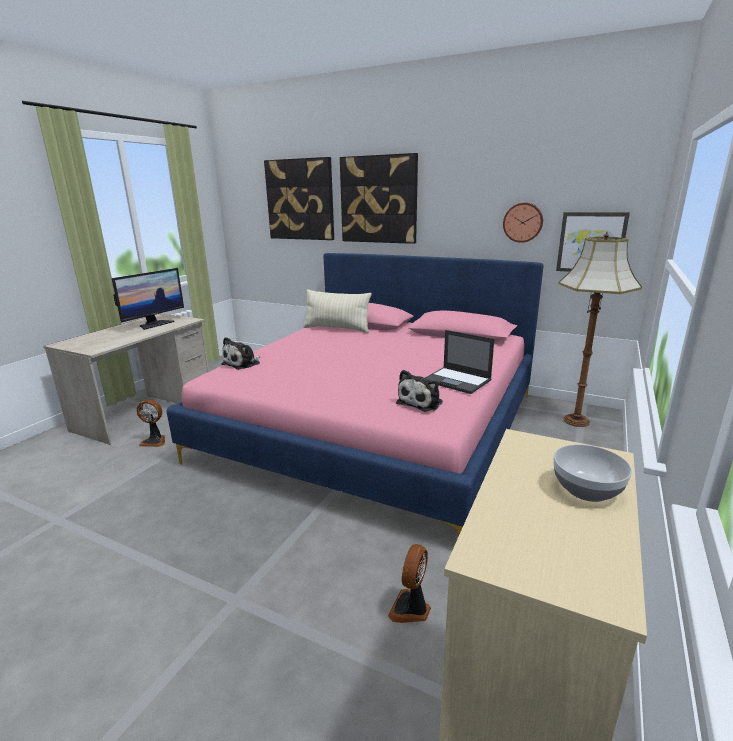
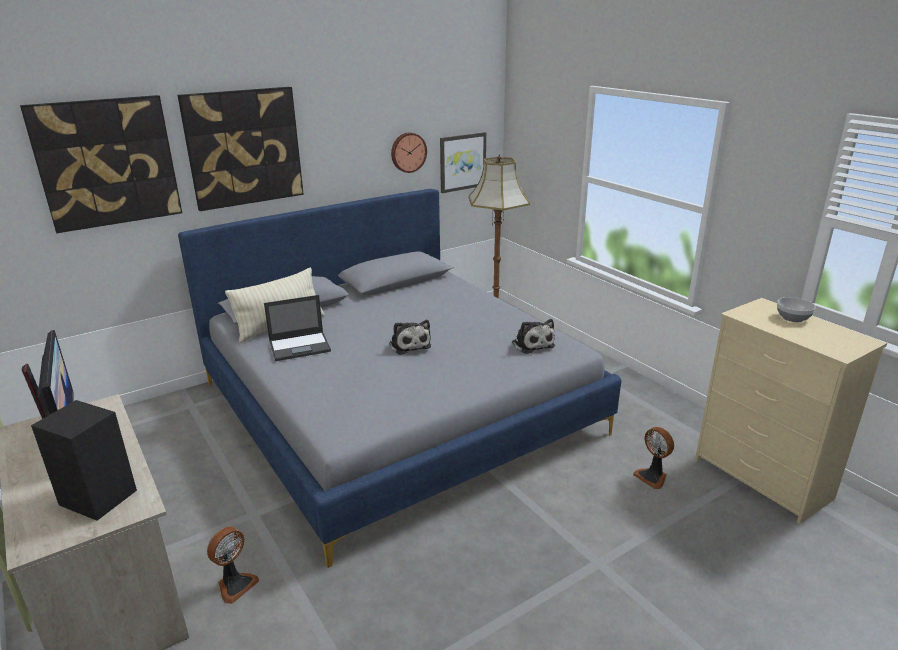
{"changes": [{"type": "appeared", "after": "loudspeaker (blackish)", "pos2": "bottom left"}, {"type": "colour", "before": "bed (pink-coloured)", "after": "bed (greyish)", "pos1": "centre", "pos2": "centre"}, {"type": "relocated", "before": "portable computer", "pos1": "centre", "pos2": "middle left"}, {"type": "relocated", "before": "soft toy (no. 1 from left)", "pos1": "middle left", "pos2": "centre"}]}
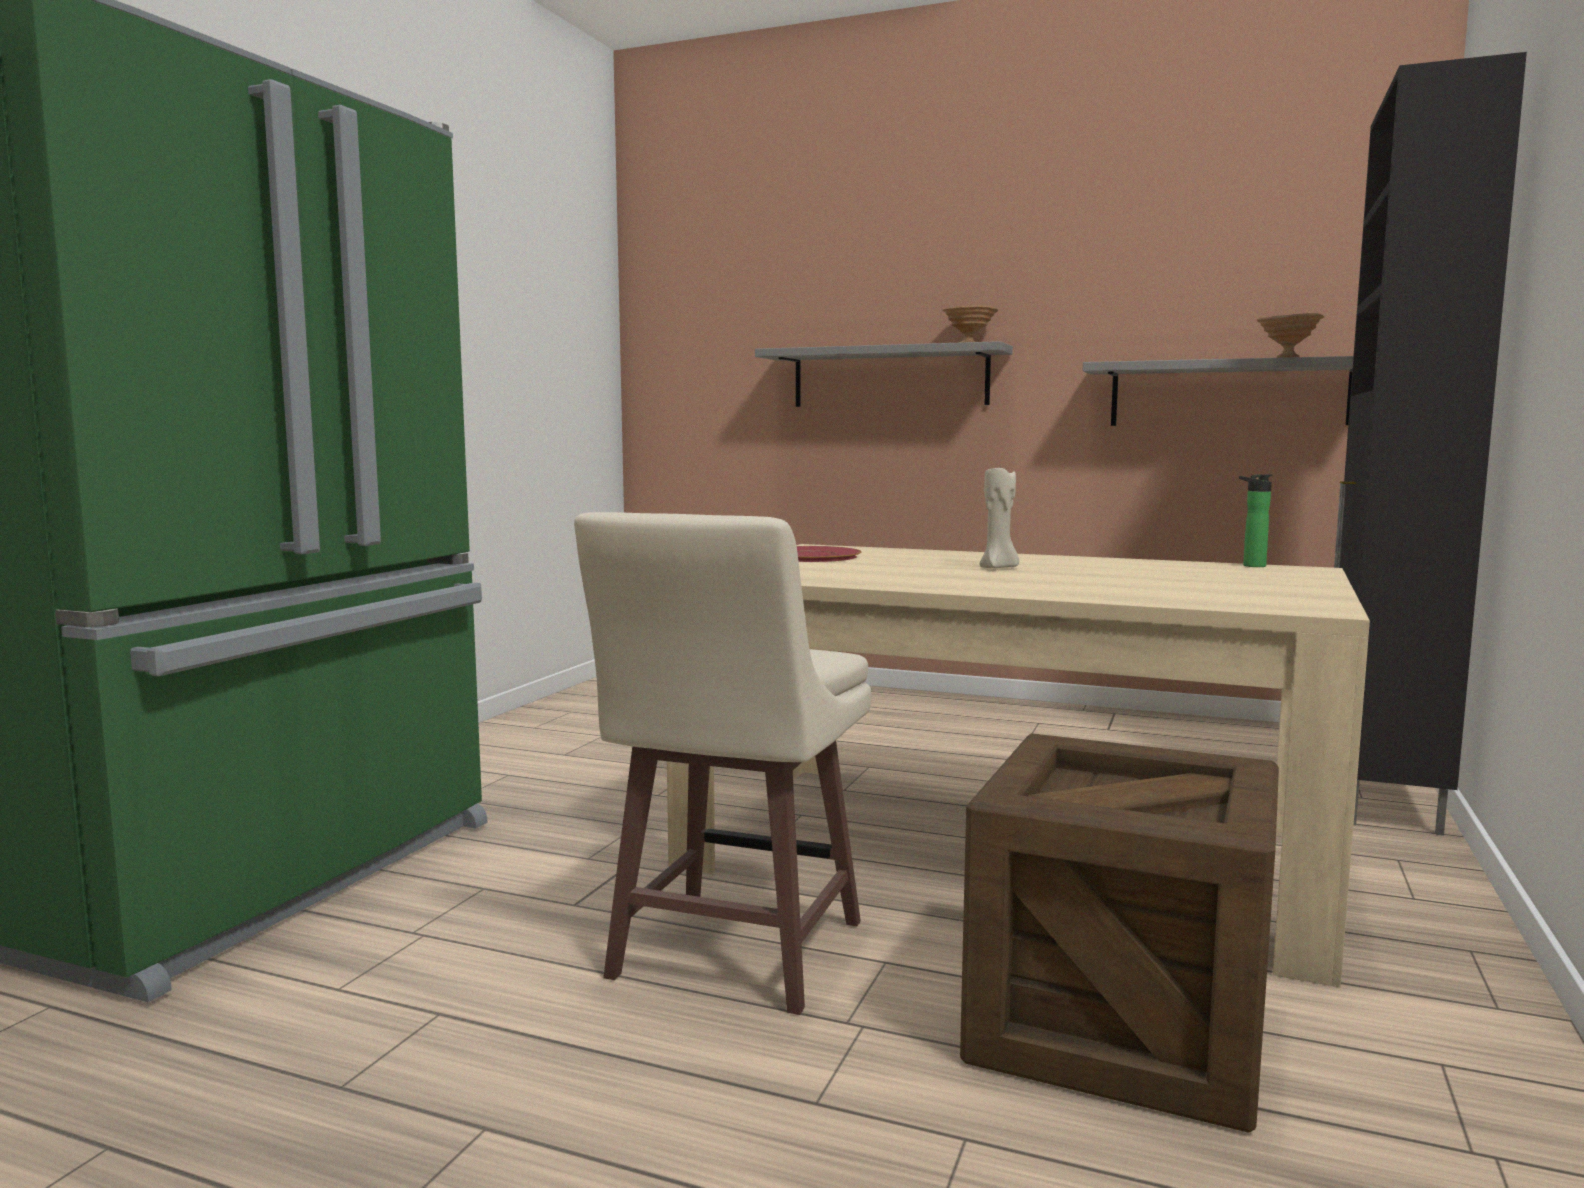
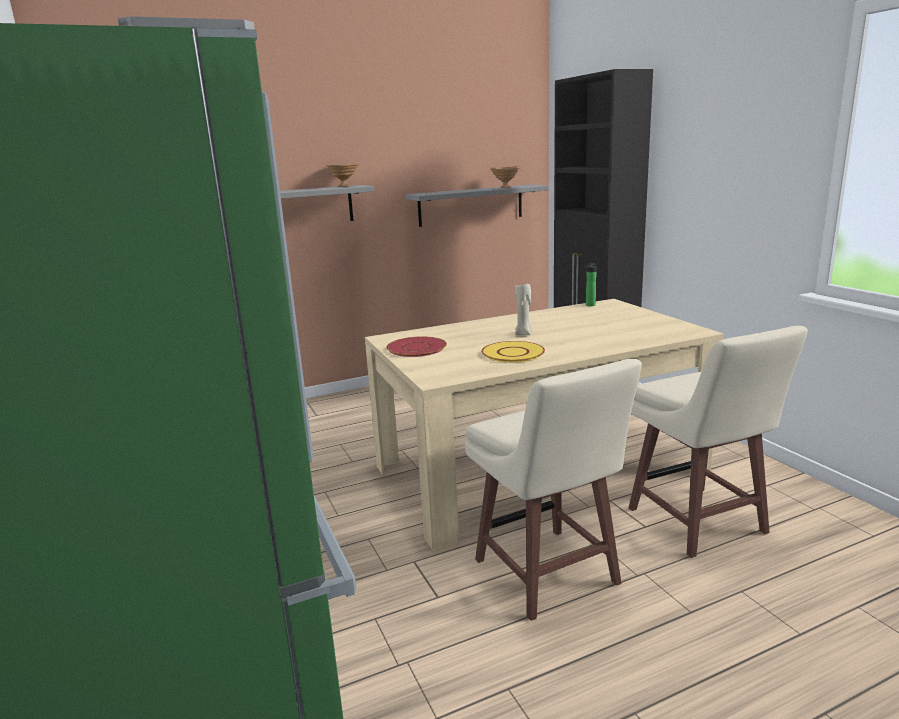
{"changes": [{"type": "appeared", "after": "dinner plate (yellow)", "pos2": "centre"}, {"type": "exchanged", "before": "shipping crate", "after": "sitting stool (sand-coloured) (no. 2 from left)", "pos1": "bottom right", "pos2": "middle right"}]}
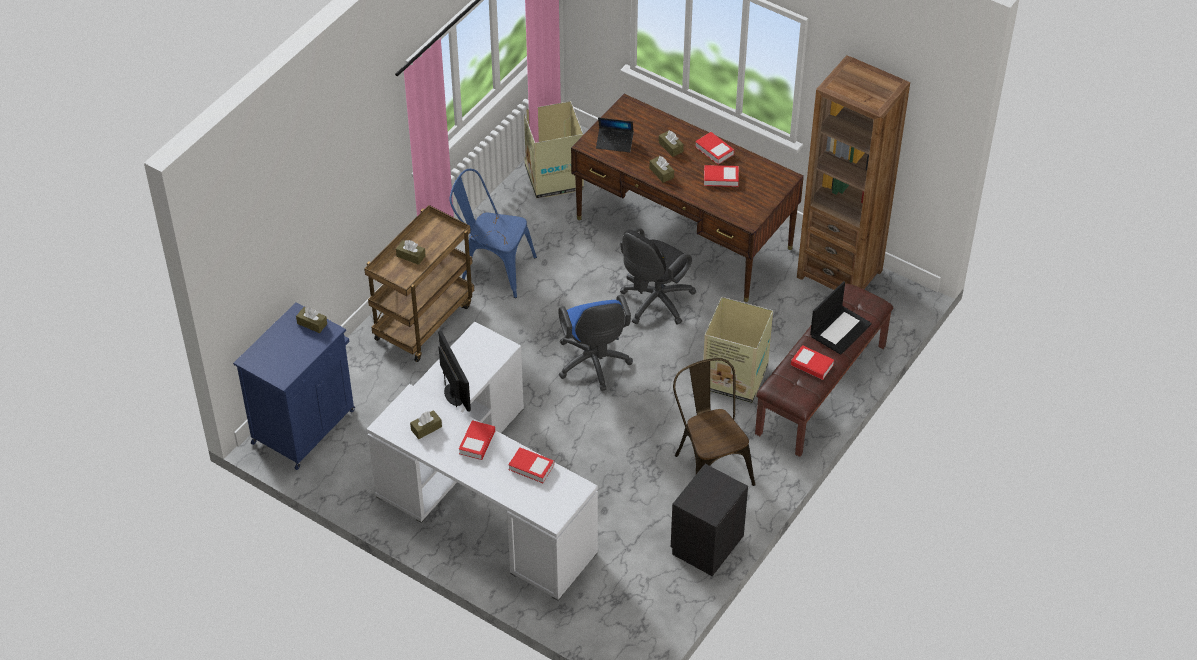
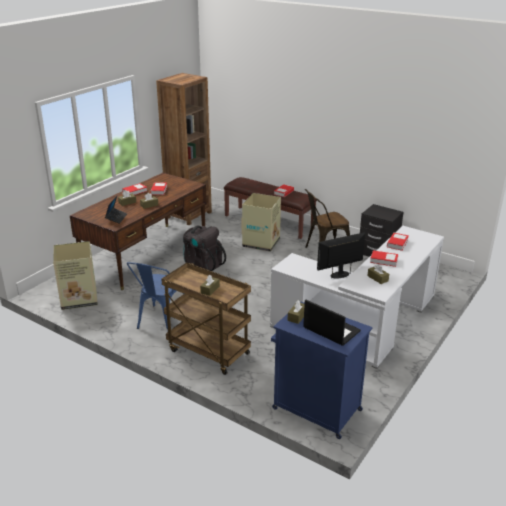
{"changes": [{"type": "exchanged", "before": "desk chair (blackish)", "after": "knapsack (blackish)", "pos1": "centre", "pos2": "centre"}, {"type": "relocated", "before": "portable computer (no. 2 from left)", "pos1": "middle right", "pos2": "centre"}, {"type": "missing", "before": "desk chair (blue-coloured)", "pos1": "centre"}]}
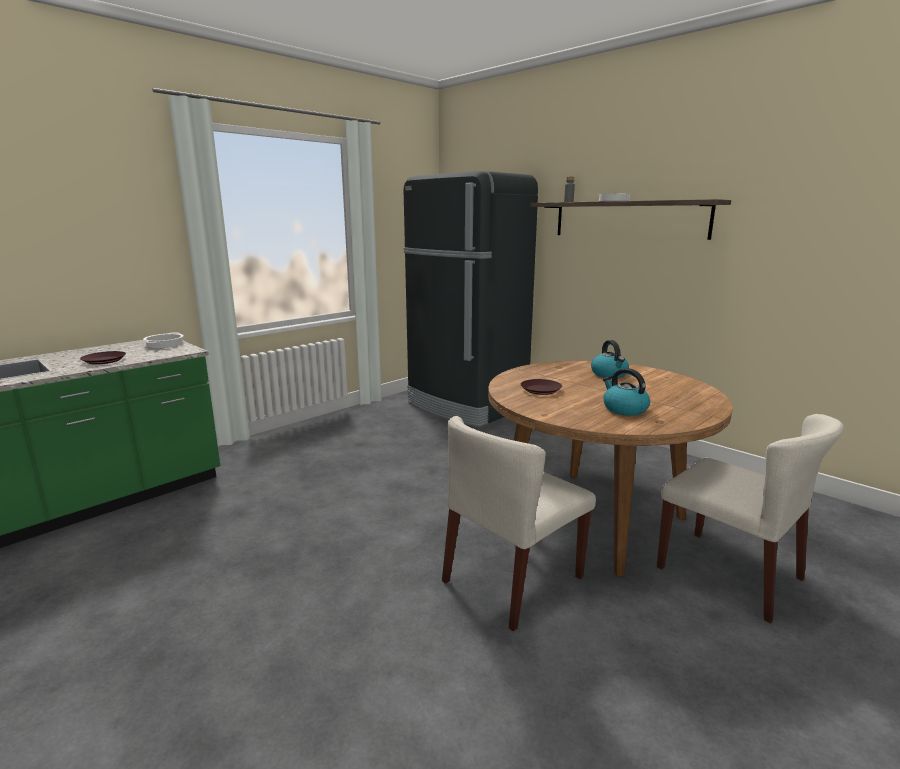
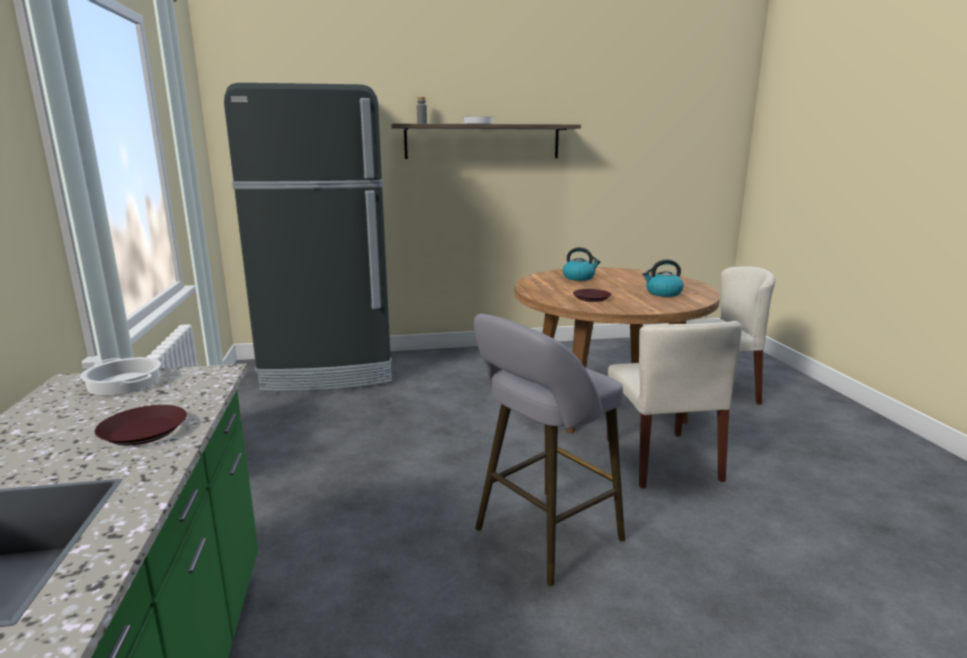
{"changes": [{"type": "appeared", "after": "sitting stool (greyish)", "pos2": "bottom centre"}]}
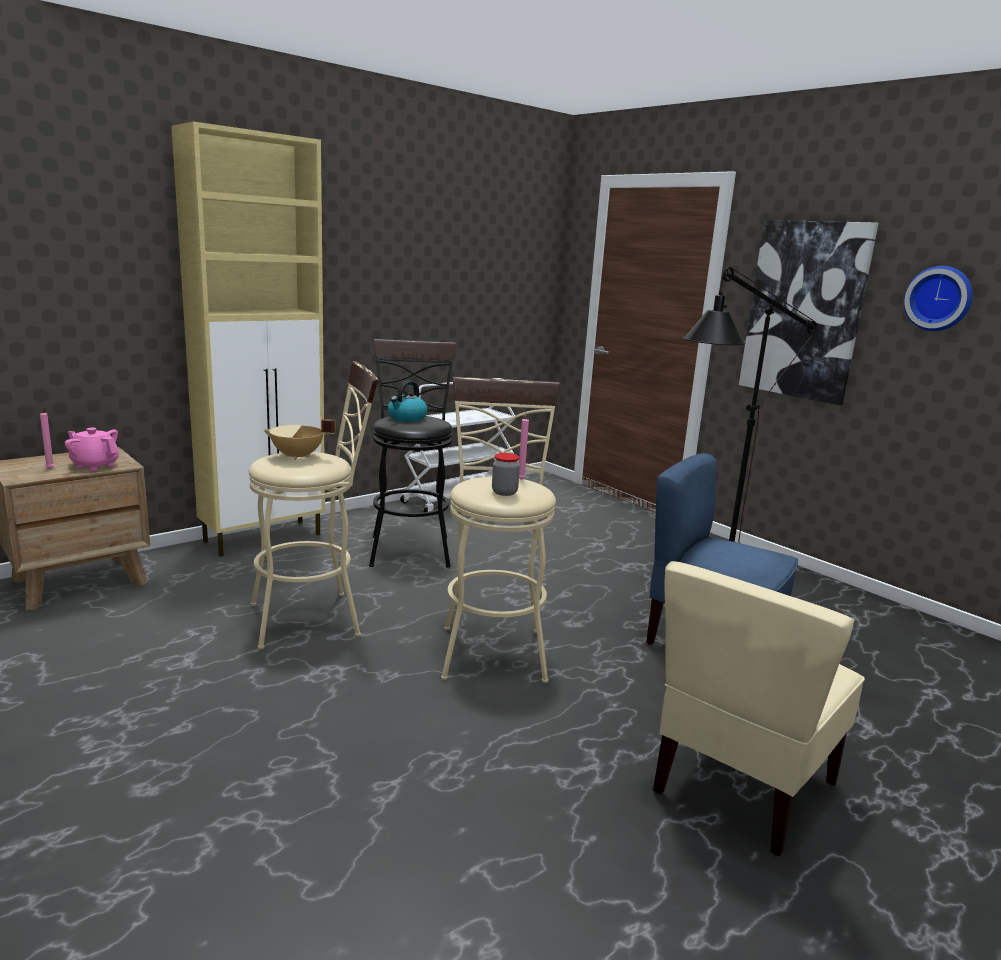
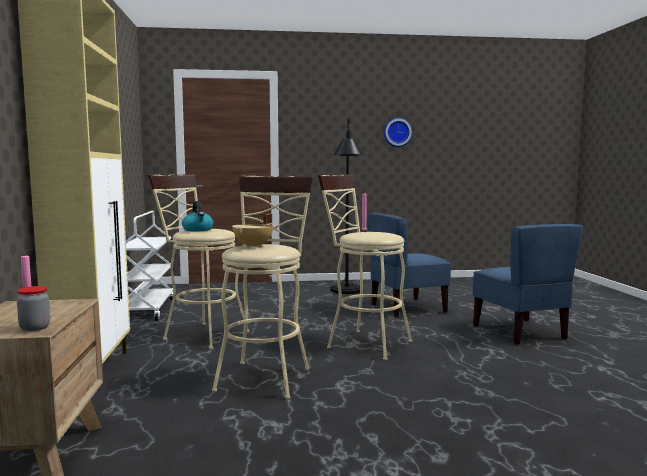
{"changes": [{"type": "relocated", "before": "jar", "pos1": "centre", "pos2": "middle left"}, {"type": "colour", "before": "sitting stool (blackish)", "after": "sitting stool (sand-coloured) (no. 1 from left)", "pos1": "centre", "pos2": "middle left"}, {"type": "colour", "before": "upright chair (sand-coloured)", "after": "upright chair (blue-coloured) (no. 2 from left)", "pos1": "bottom right", "pos2": "middle right"}, {"type": "missing", "before": "teapot (pink-coloured)", "pos1": "middle left"}, {"type": "missing", "before": "wall picture", "pos1": "top right"}]}
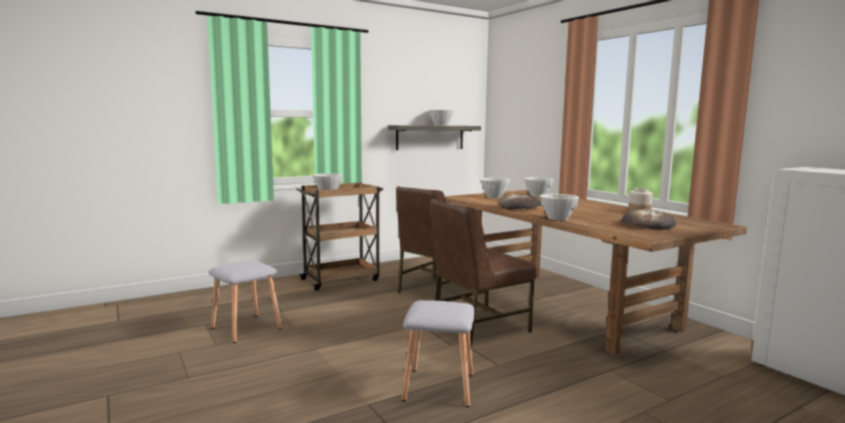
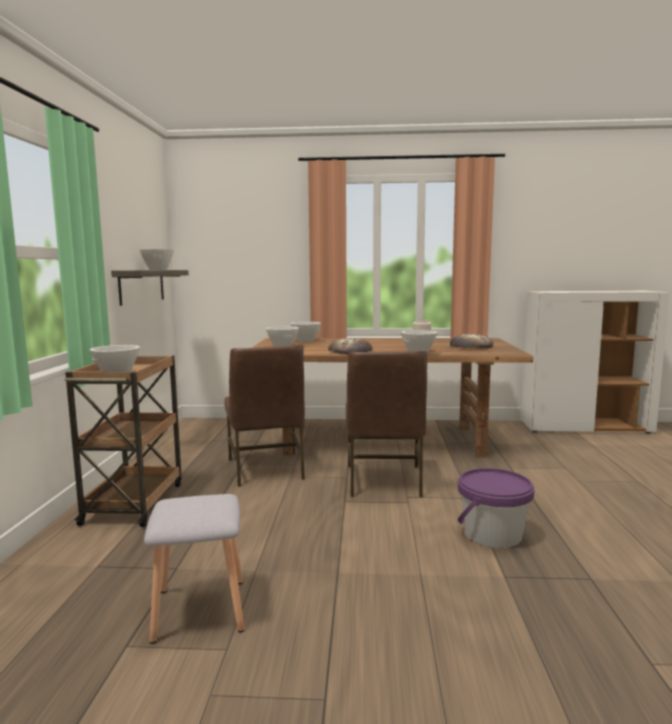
{"changes": [{"type": "exchanged", "before": "sitting stool (greyish) (no. 2 from left)", "after": "water bucket (purple)", "pos1": "bottom centre", "pos2": "bottom right"}]}
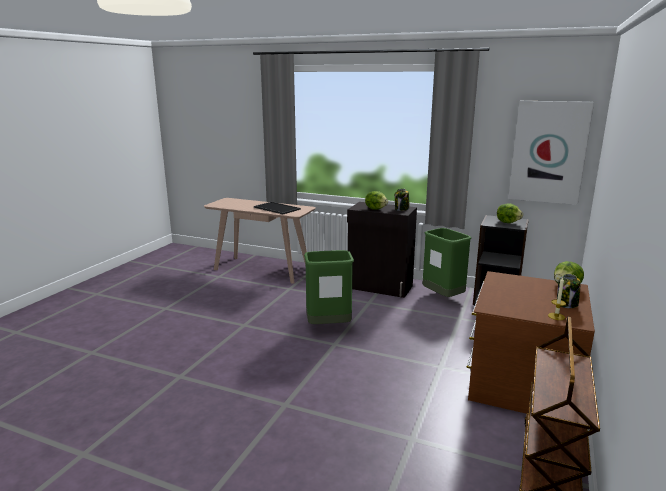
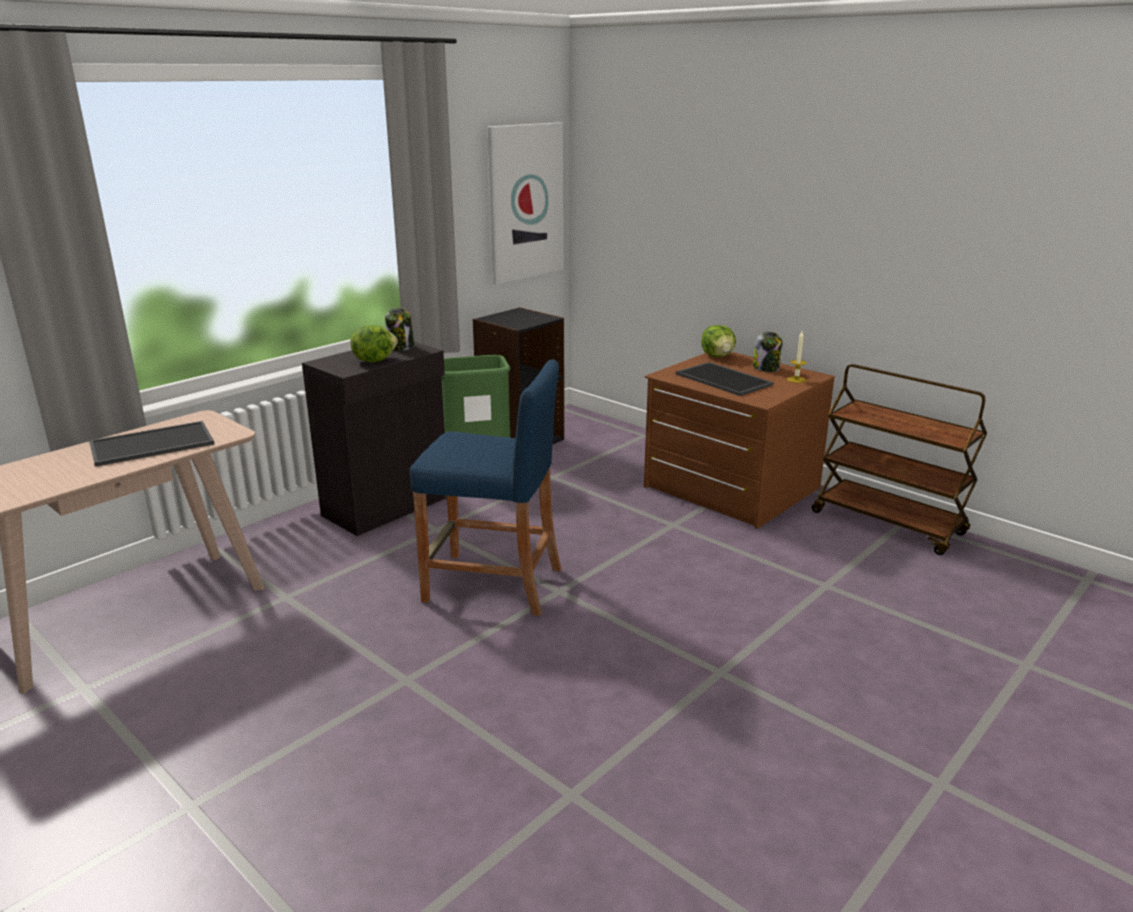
{"changes": [{"type": "exchanged", "before": "trash can (green) (no. 1 from left)", "after": "sitting stool (blue-coloured)", "pos1": "centre", "pos2": "centre"}, {"type": "appeared", "after": "carrying tray (no. 2 from left)", "pos2": "centre"}, {"type": "missing", "before": "lettuce (no. 2 from left)", "pos1": "middle right"}]}
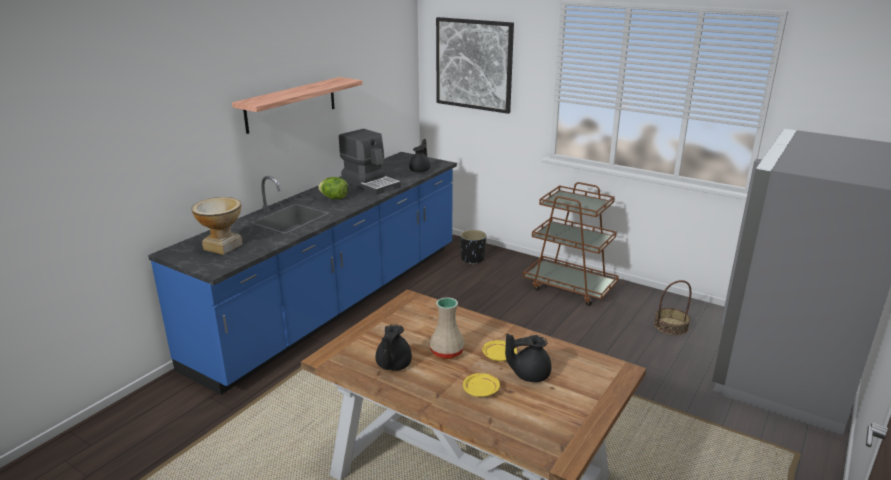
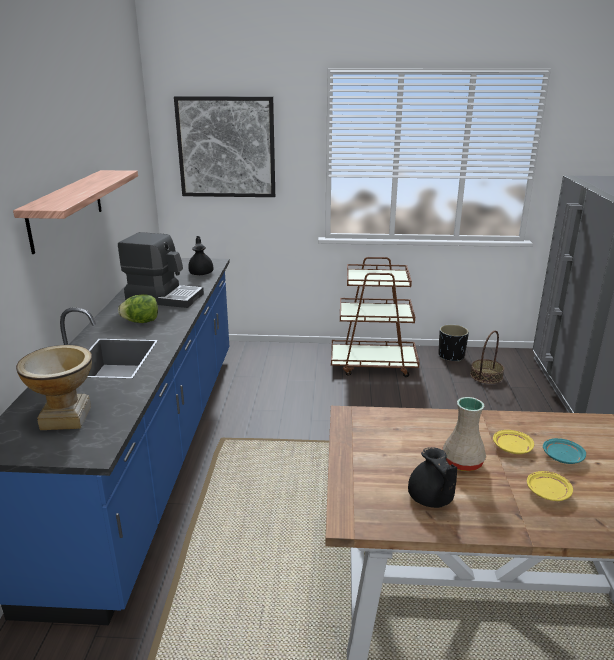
{"changes": [{"type": "relocated", "before": "planter (blackish)", "pos1": "centre", "pos2": "middle right"}, {"type": "exchanged", "before": "teapot (blackish) (no. 3 from left)", "after": "dinner plate (blue-green)", "pos1": "bottom centre", "pos2": "bottom right"}]}
